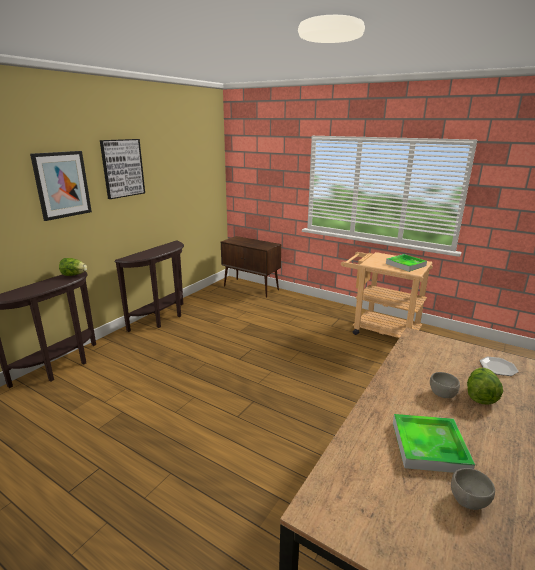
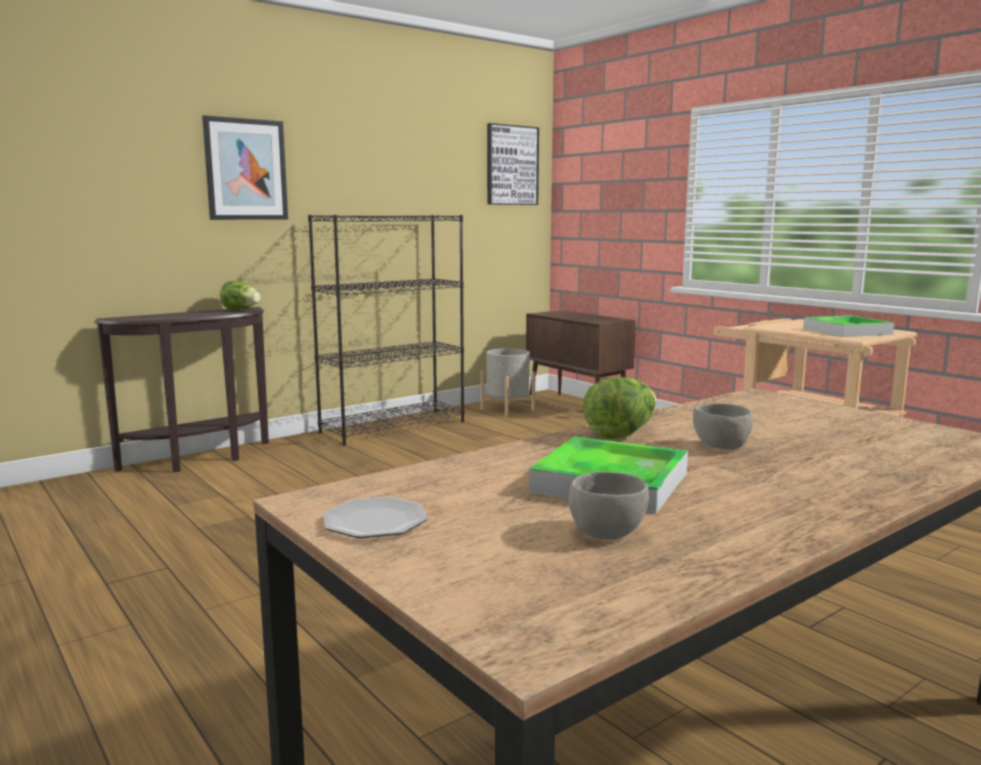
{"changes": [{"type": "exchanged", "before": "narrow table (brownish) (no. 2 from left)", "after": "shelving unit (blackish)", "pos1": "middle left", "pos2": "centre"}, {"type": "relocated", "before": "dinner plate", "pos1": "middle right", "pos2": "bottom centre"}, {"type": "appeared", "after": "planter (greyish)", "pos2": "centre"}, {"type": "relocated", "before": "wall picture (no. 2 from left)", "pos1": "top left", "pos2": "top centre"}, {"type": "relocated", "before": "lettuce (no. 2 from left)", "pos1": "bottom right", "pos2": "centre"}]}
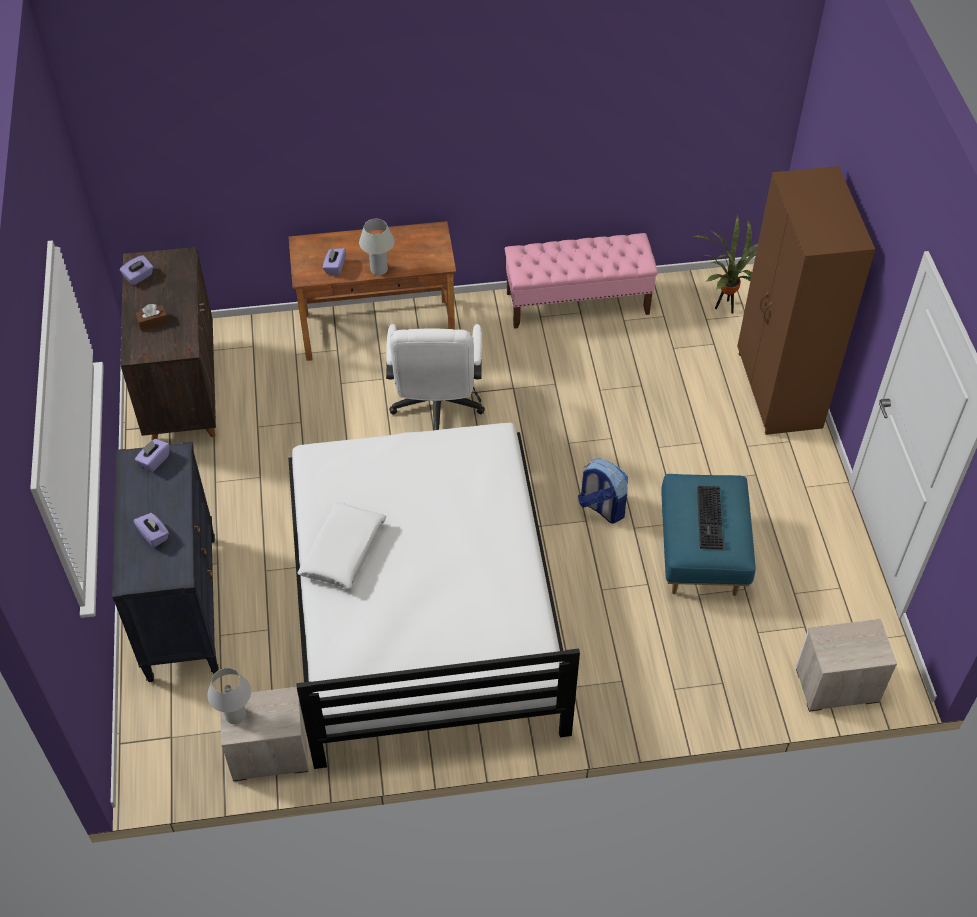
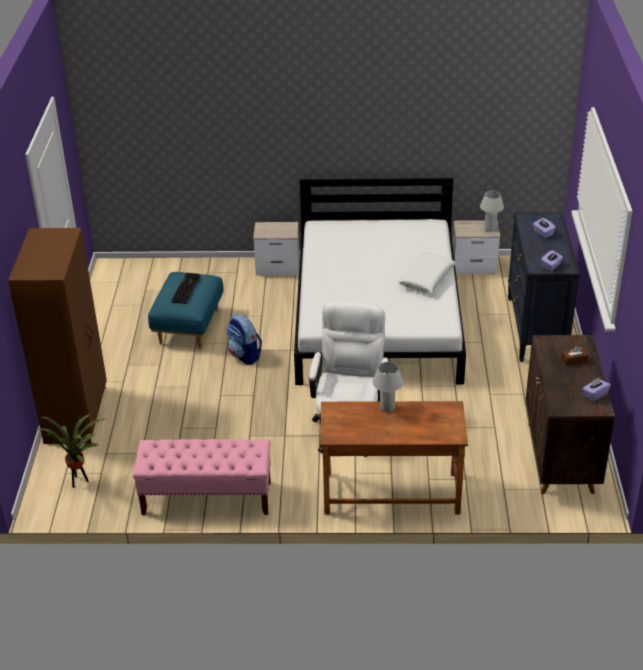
{"changes": [{"type": "relocated", "before": "nightstand (no. 2 from left in the first image)", "after": "nightstand (no. 1 from left)", "pos1": "bottom right", "pos2": "centre"}, {"type": "missing", "before": "tissue box (purple) (no. 4 from left)", "pos1": "top centre"}]}
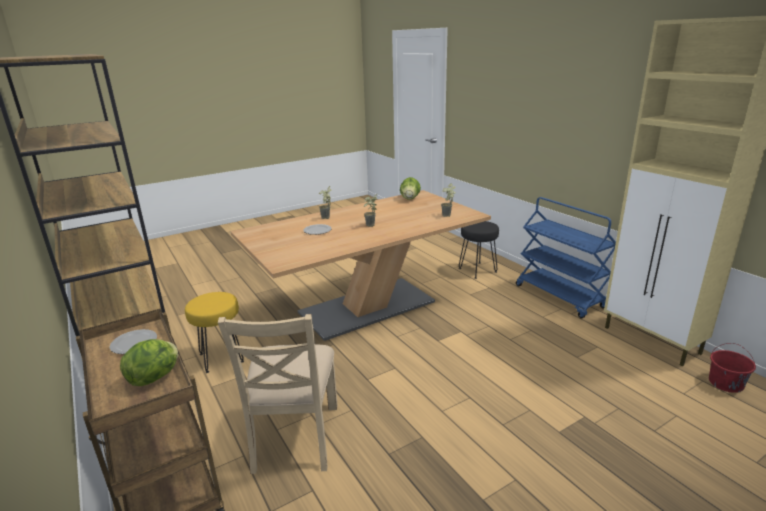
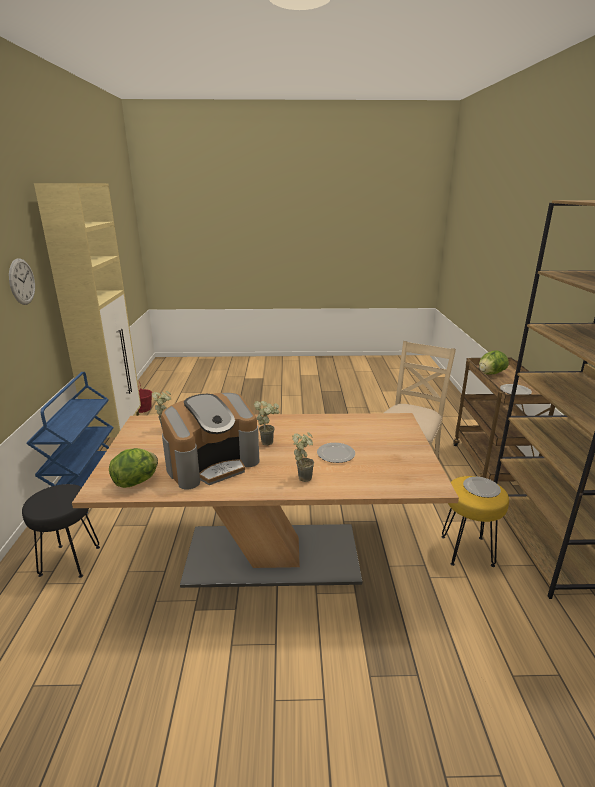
{"changes": [{"type": "appeared", "after": "wall clock", "pos2": "middle left"}, {"type": "appeared", "after": "coffee brewer", "pos2": "centre"}, {"type": "appeared", "after": "dinner plate (no. 2 from left)", "pos2": "middle right"}]}
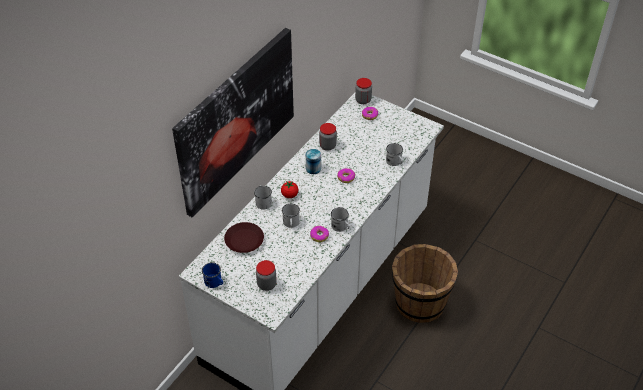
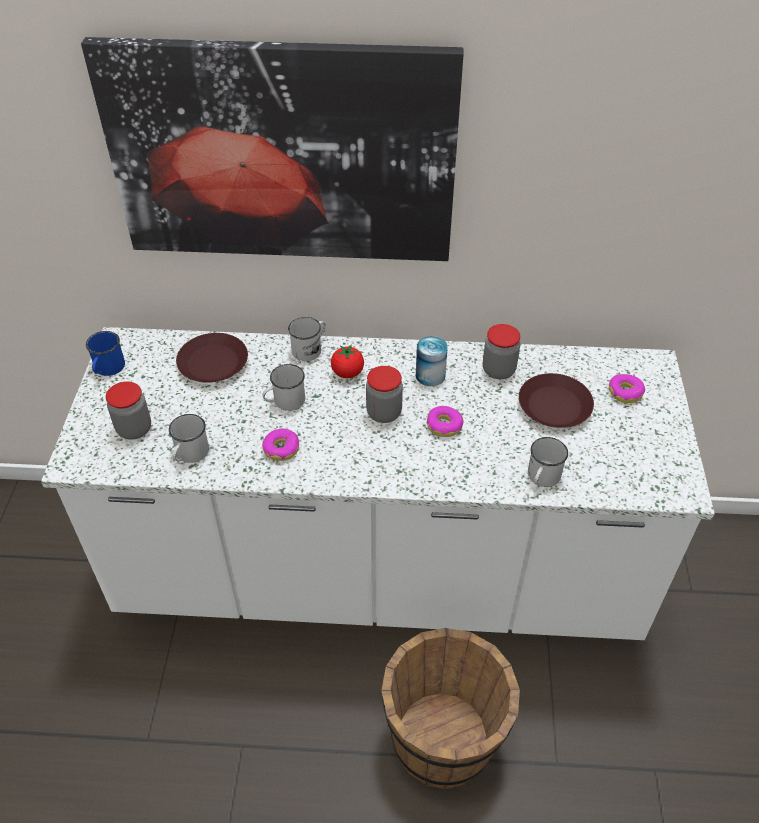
{"changes": [{"type": "relocated", "before": "tea mug (whitish) (no. 3 from left in the first image)", "after": "tea mug (whitish) (no. 1 from left)", "pos1": "centre", "pos2": "middle left"}, {"type": "relocated", "before": "jar (no. 3 from left in the first image)", "after": "jar (no. 2 from left)", "pos1": "top centre", "pos2": "centre"}, {"type": "appeared", "after": "dinner plate (brownish) (no. 2 from left)", "pos2": "middle right"}]}
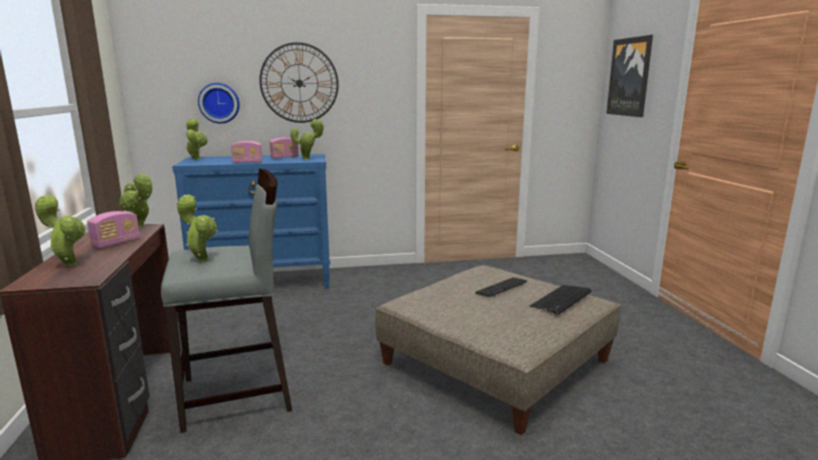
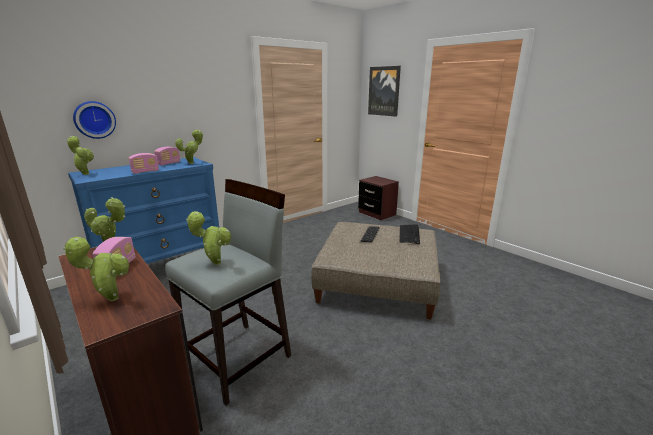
{"changes": [{"type": "appeared", "after": "nightstand (brownish)", "pos2": "centre"}, {"type": "missing", "before": "wall clock (no. 2 from left)", "pos1": "top centre"}]}
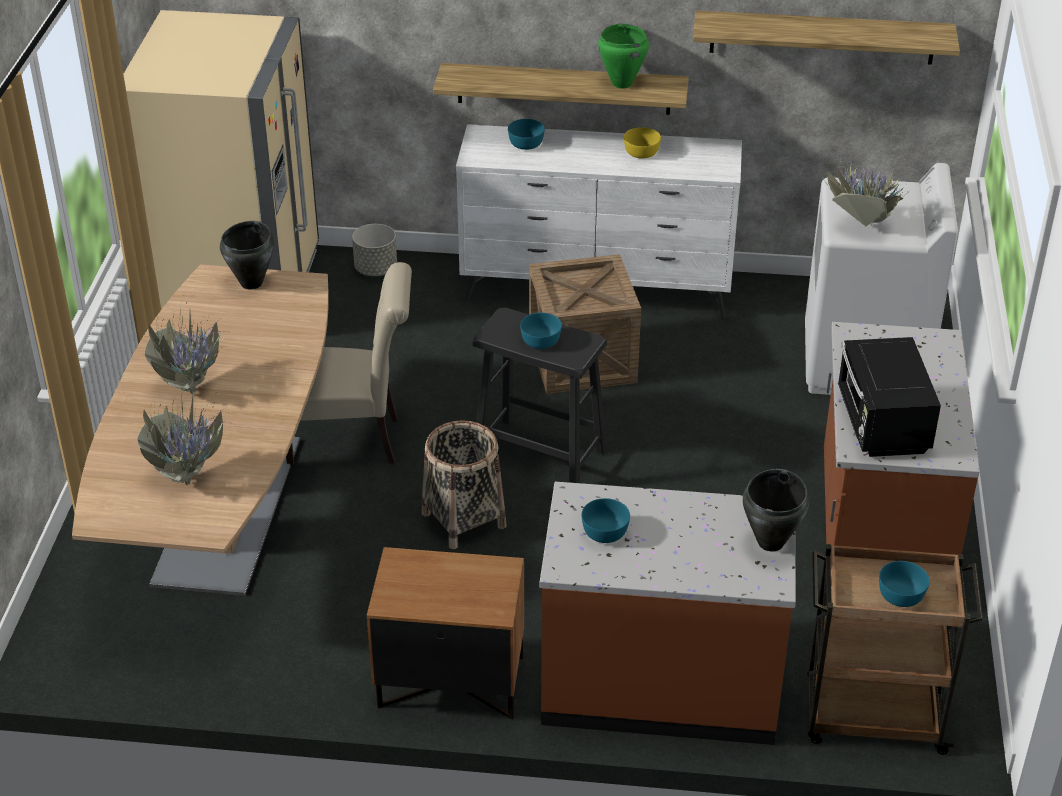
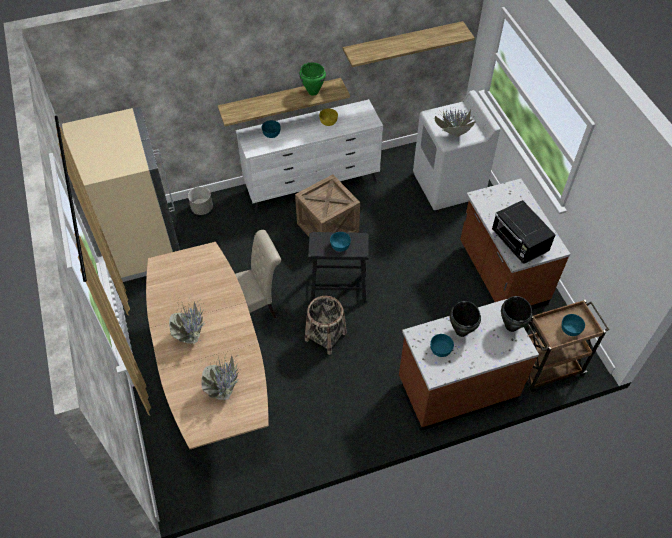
{"changes": [{"type": "relocated", "before": "saucepot (blackish) (no. 1 from left)", "pos1": "top left", "pos2": "middle right"}, {"type": "missing", "before": "nightstand (brownish)", "pos1": "bottom centre"}]}
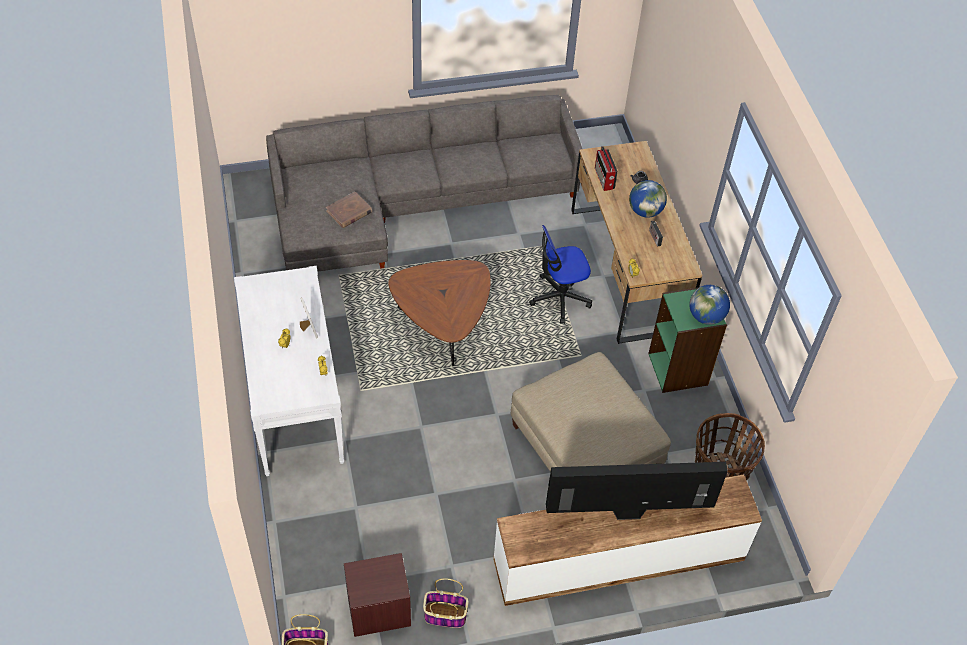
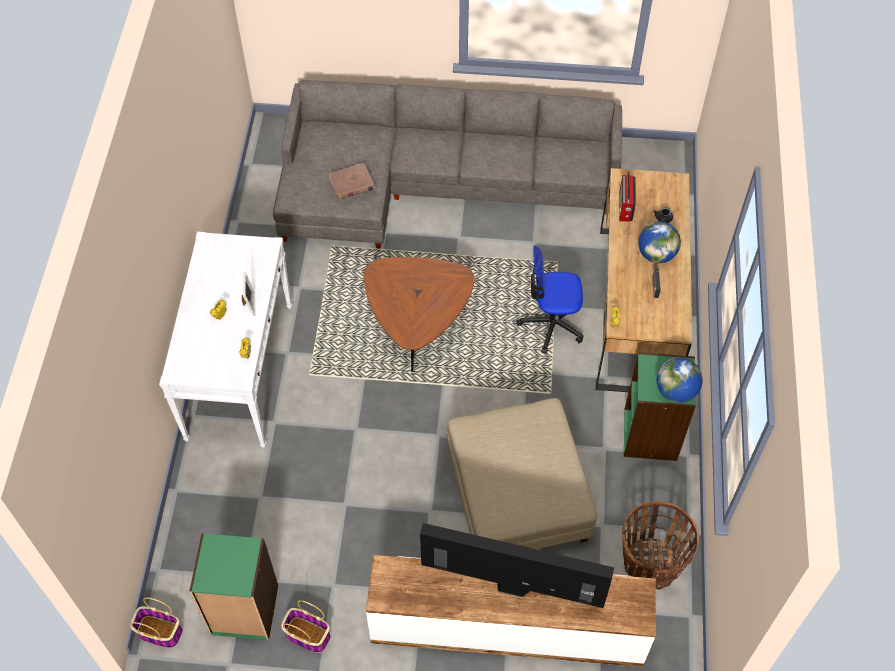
{"changes": [{"type": "exchanged", "before": "nightstand (brownish)", "after": "shelving unit (green) (no. 1 from left)", "pos1": "bottom centre", "pos2": "bottom left"}]}
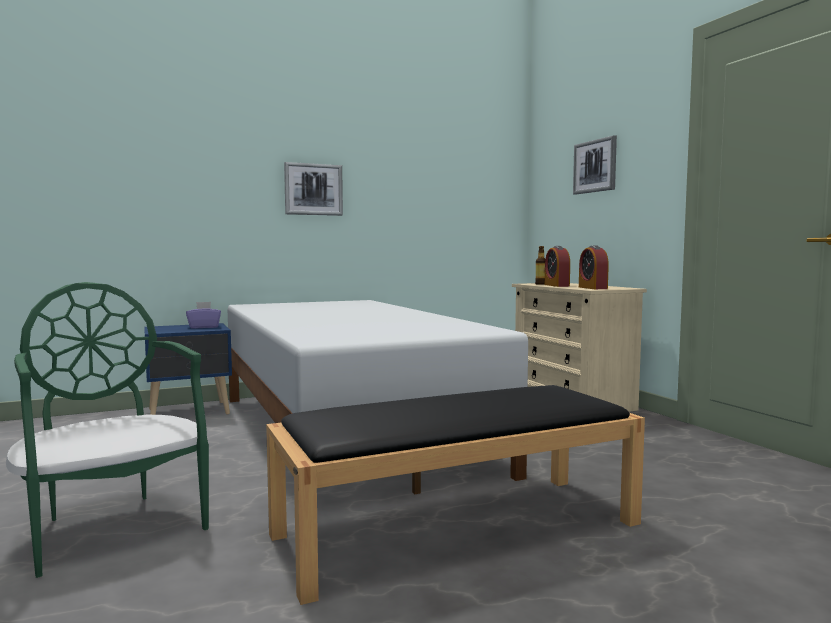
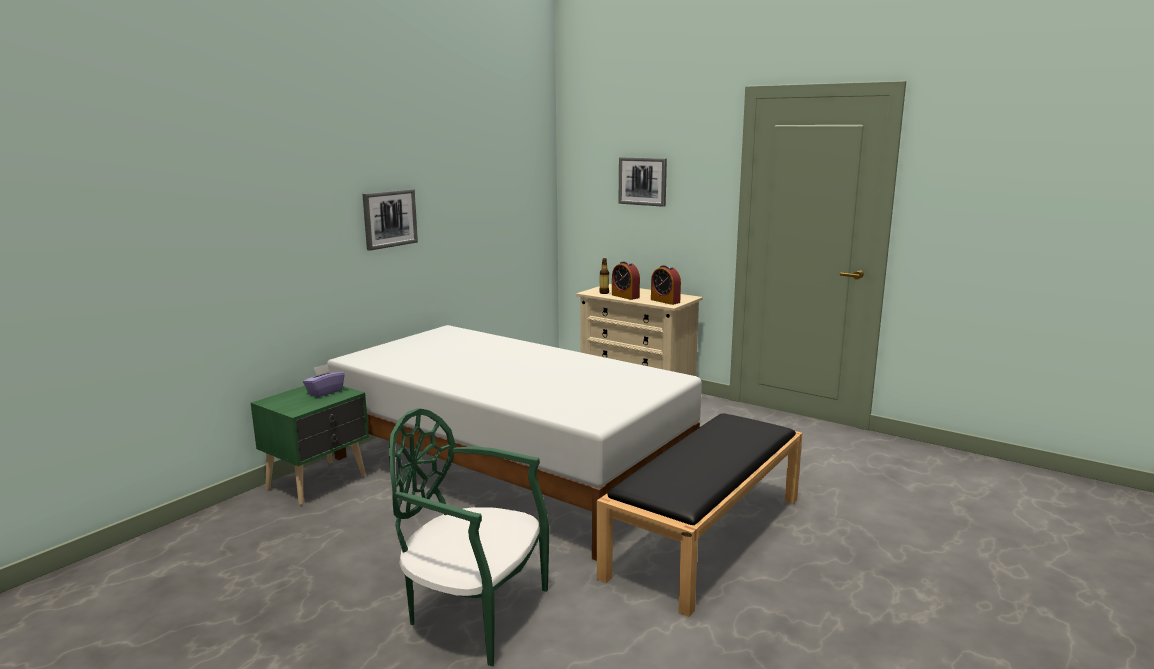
{"changes": [{"type": "colour", "before": "nightstand (blue-coloured)", "after": "nightstand (green)", "pos1": "middle left", "pos2": "middle left"}]}
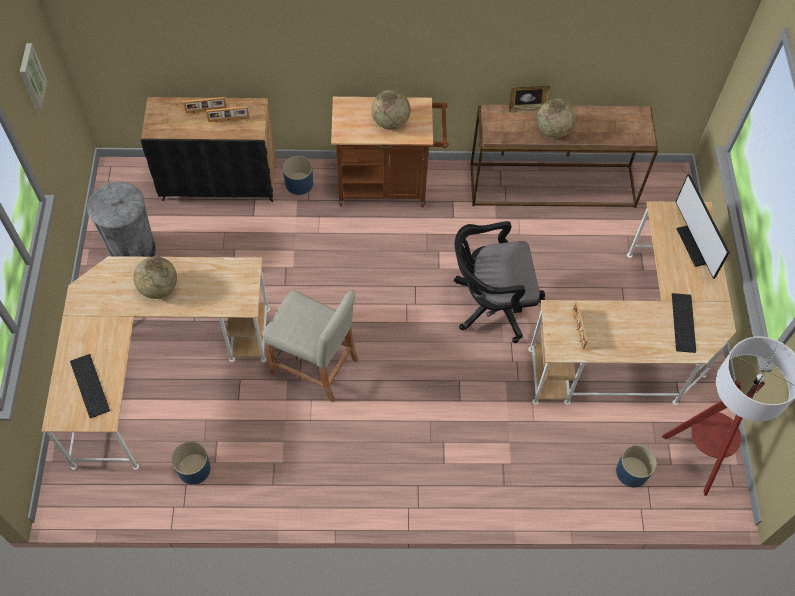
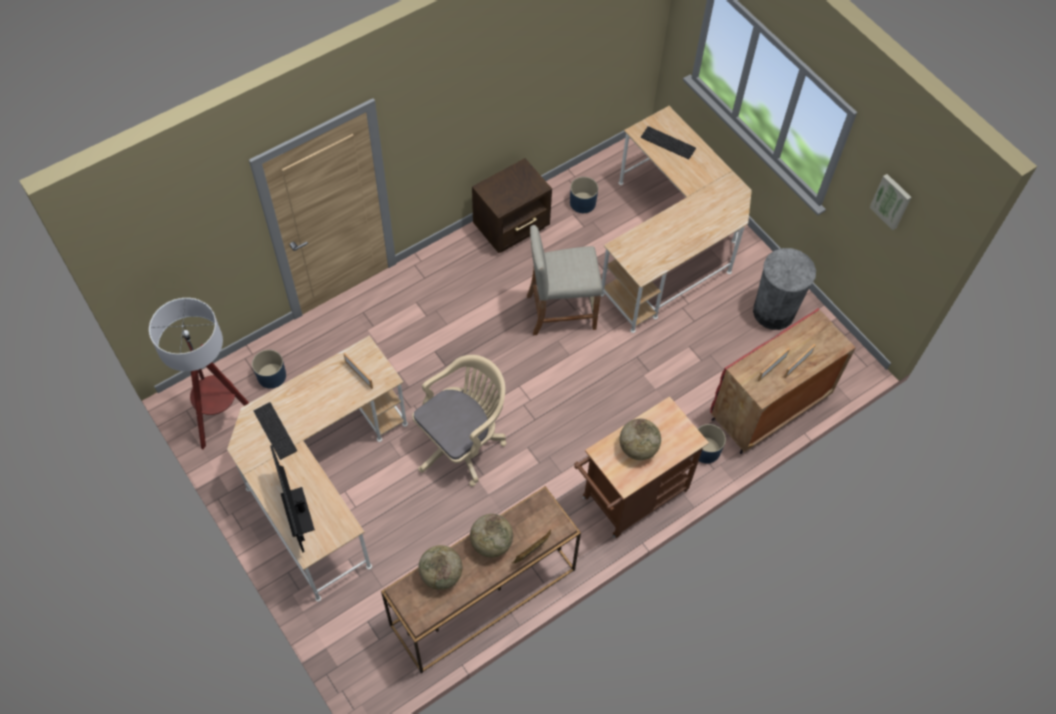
{"changes": [{"type": "spun", "before": "computer screen", "pos1": "middle right", "pos2": "bottom left", "turn": -150}, {"type": "colour", "before": "desk chair (blackish)", "after": "desk chair (sand-coloured)", "pos1": "centre", "pos2": "centre"}, {"type": "relocated", "before": "desk globe (no. 1 from left)", "pos1": "middle left", "pos2": "bottom centre"}, {"type": "appeared", "after": "nightstand (brownish)", "pos2": "top centre"}, {"type": "colour", "before": "cupboard (blackish)", "after": "cupboard (red-coloured)", "pos1": "top left", "pos2": "middle right"}]}
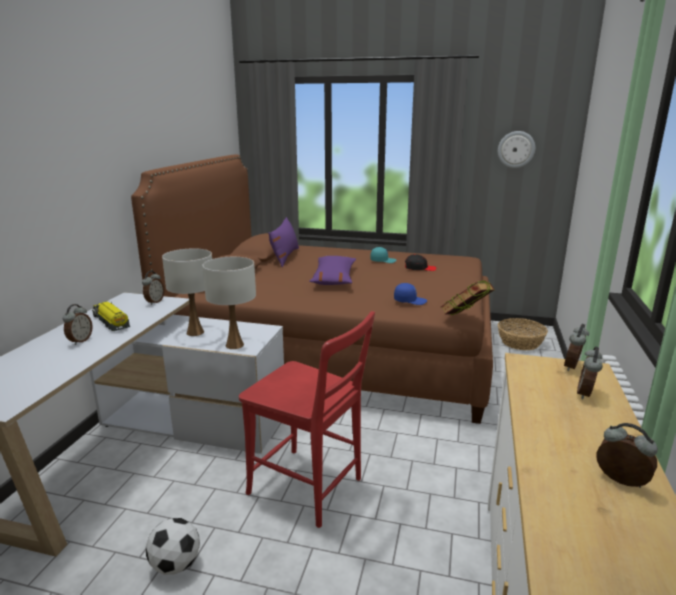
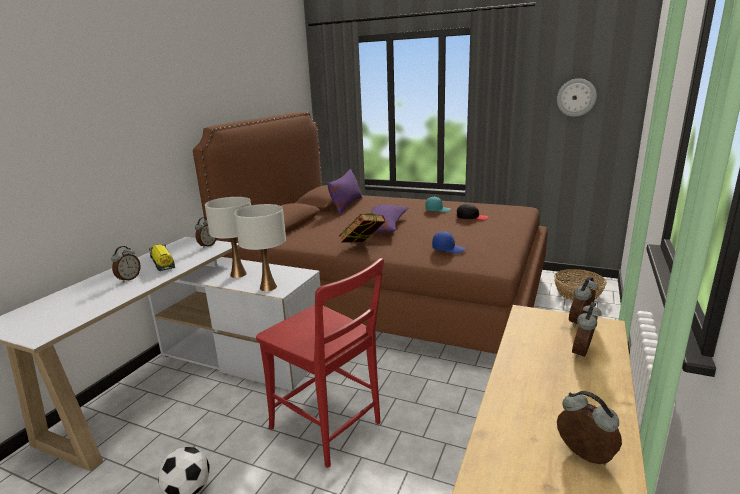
{"changes": [{"type": "relocated", "before": "volume", "pos1": "middle right", "pos2": "centre"}]}
